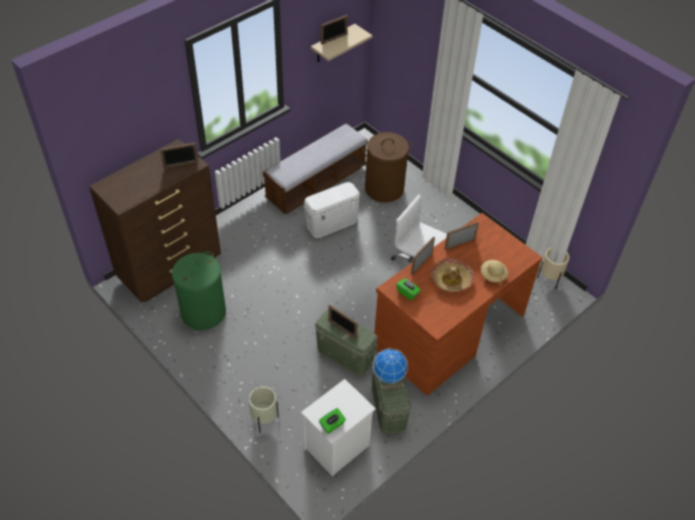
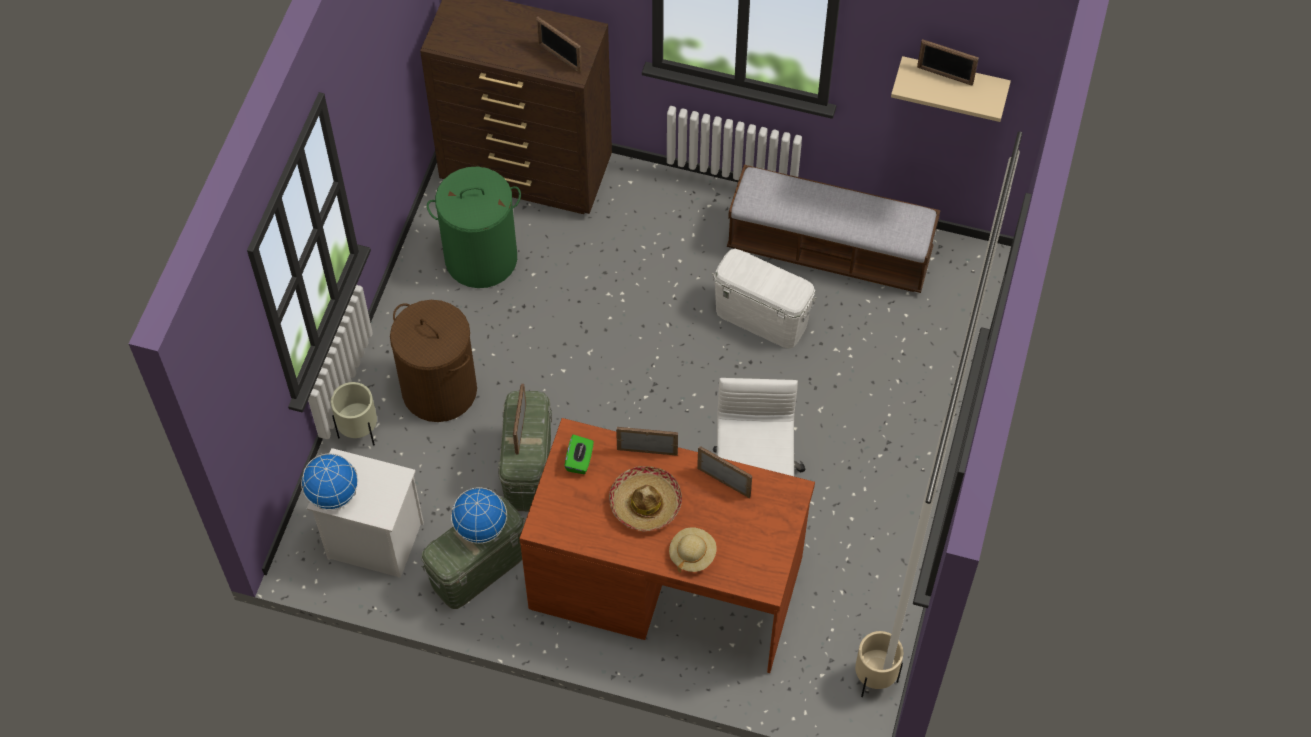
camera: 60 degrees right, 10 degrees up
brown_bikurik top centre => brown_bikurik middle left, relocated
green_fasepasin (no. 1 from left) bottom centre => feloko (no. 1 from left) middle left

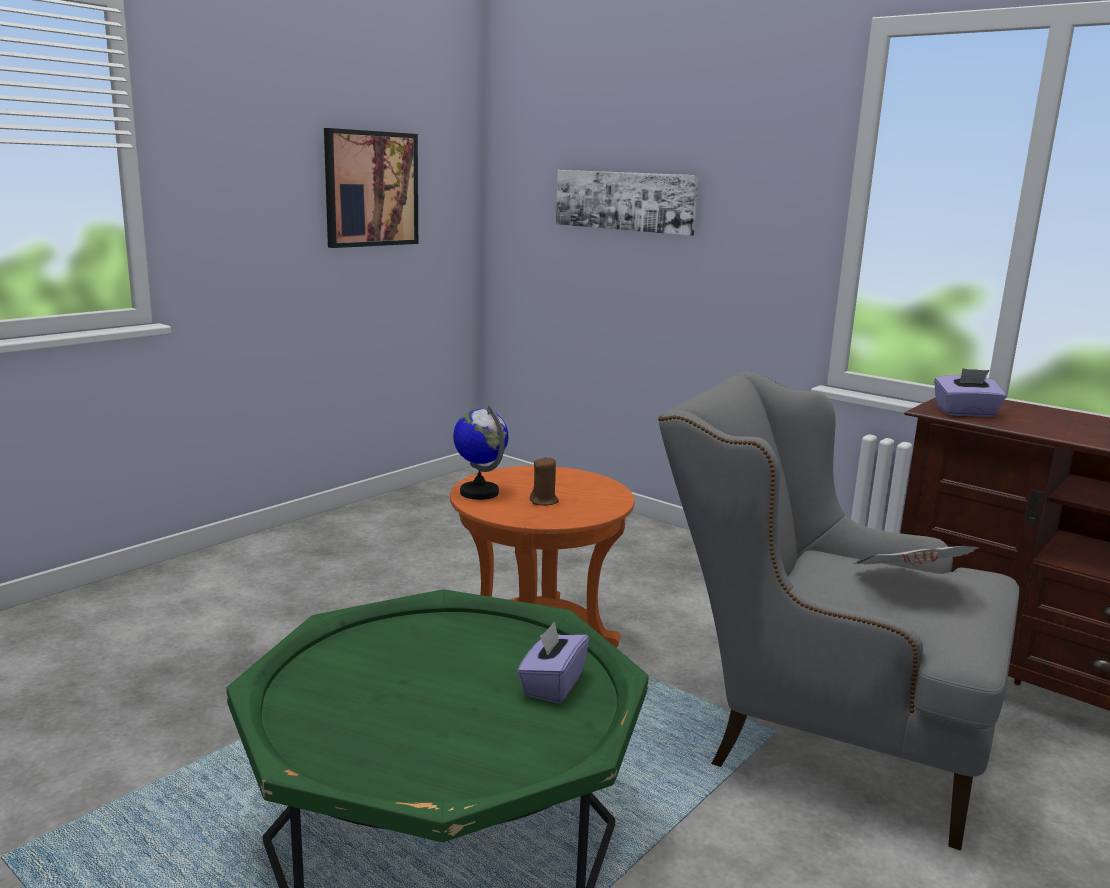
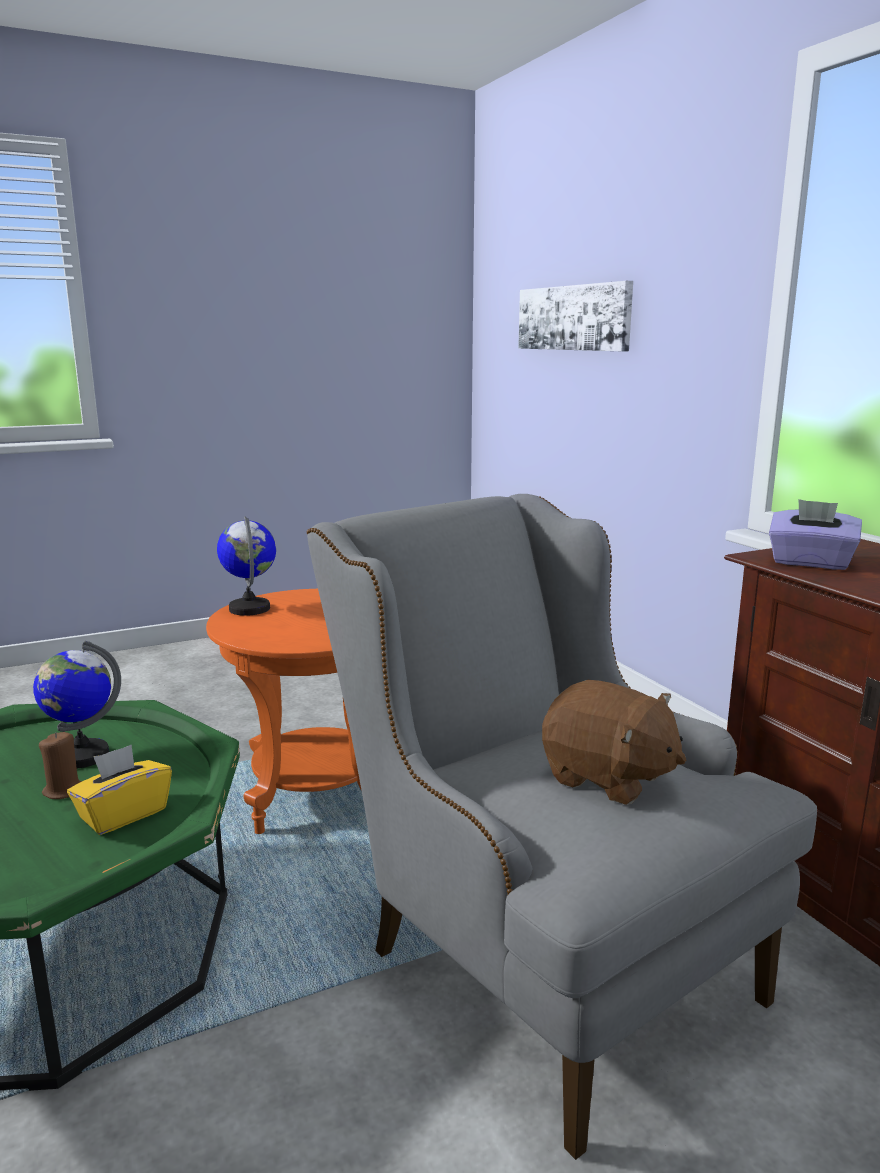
camera: 25 degrees right, 0 degrees up
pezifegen (no. 1 from left) top centre => nothing
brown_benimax centre => brown_benimax middle left, relocated
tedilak middle right => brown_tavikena middle right
purple_fasepasin (no. 1 from left) bottom centre => yellow_fasepasin bottom left
nothing => feloko (no. 1 from left) middle left

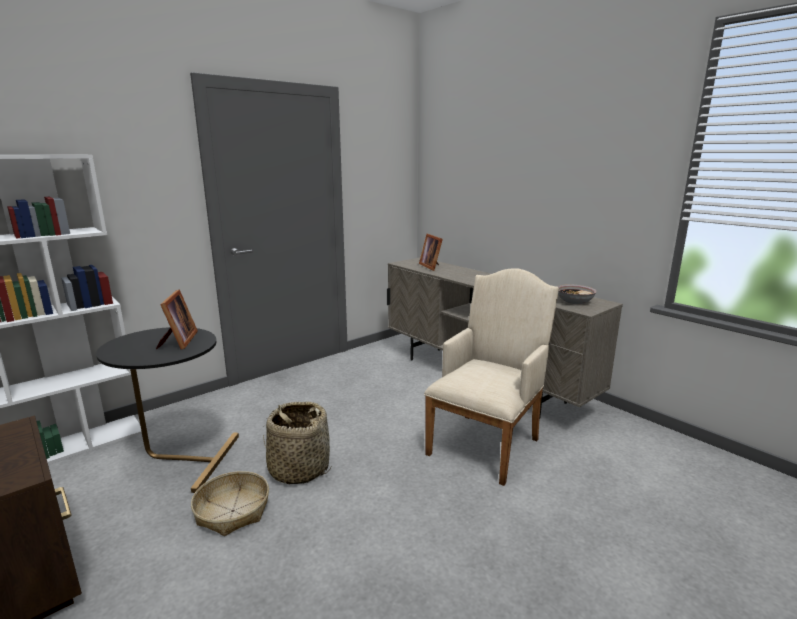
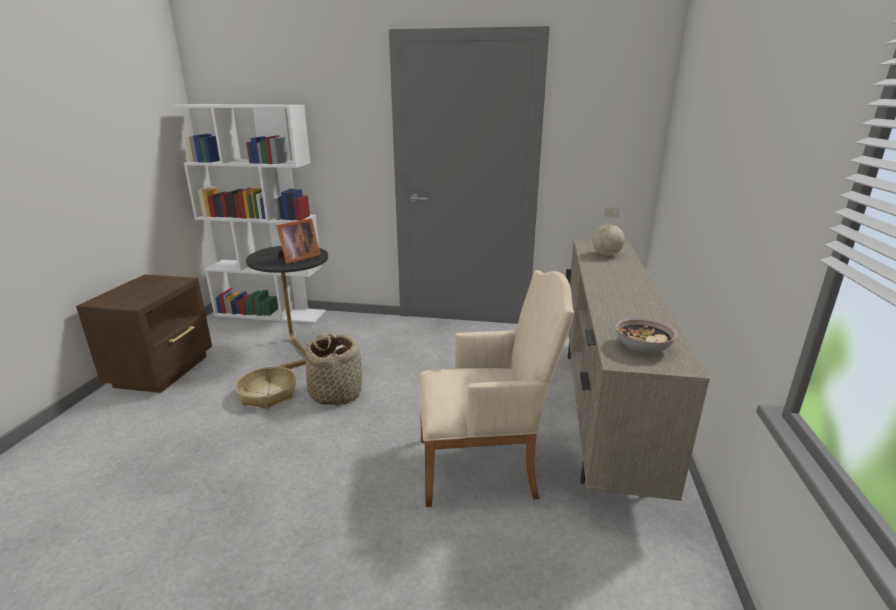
camera: 50 degrees right, 5 degrees up
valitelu (no. 2 from left) centre => feloko middle right

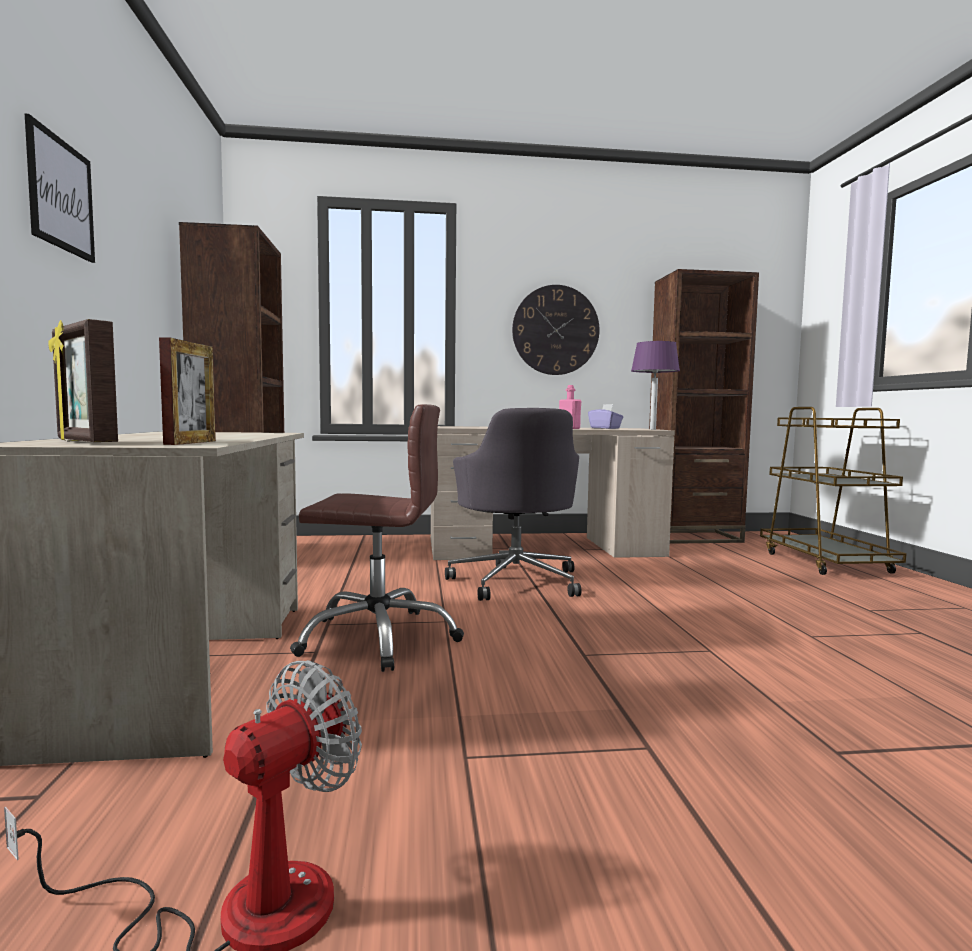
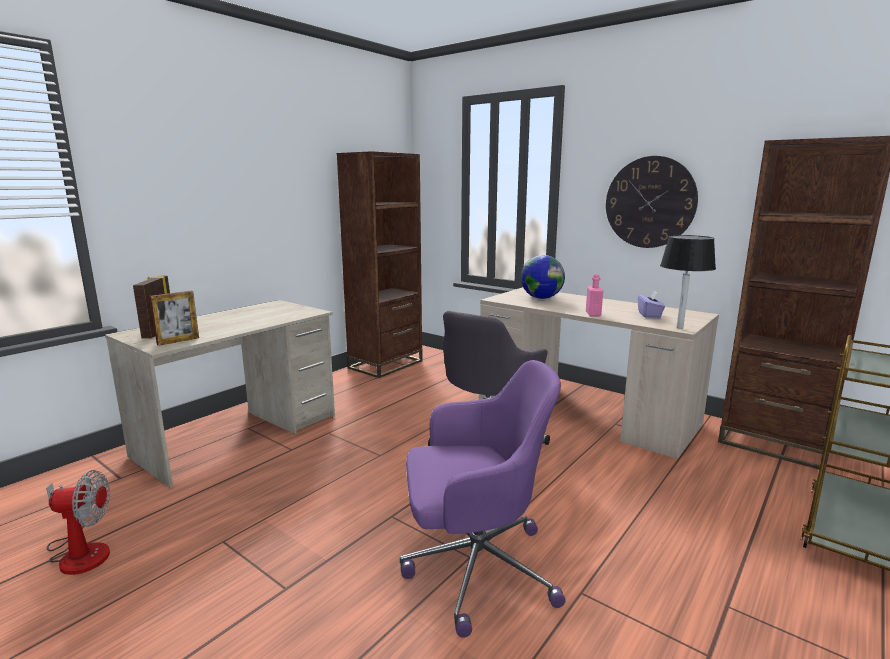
camera: 45 degrees right, 10 degrees up
pezifegen top left => nothing
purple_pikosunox middle right => black_pikosunox middle right
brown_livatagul centre => nothing
nothing => feloko centre
nothing => purple_livatagul bottom centre

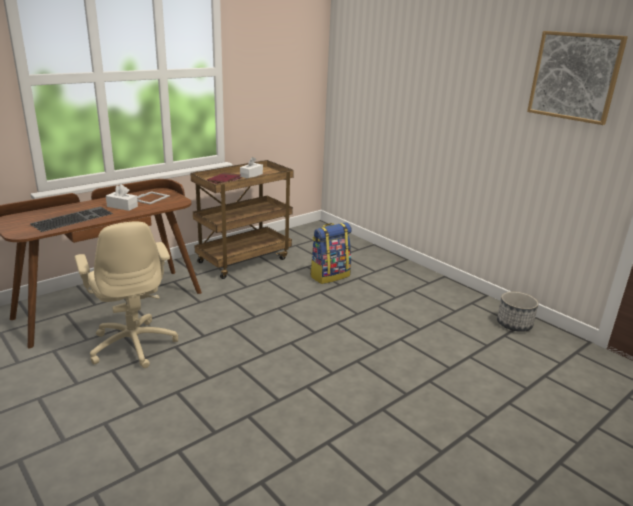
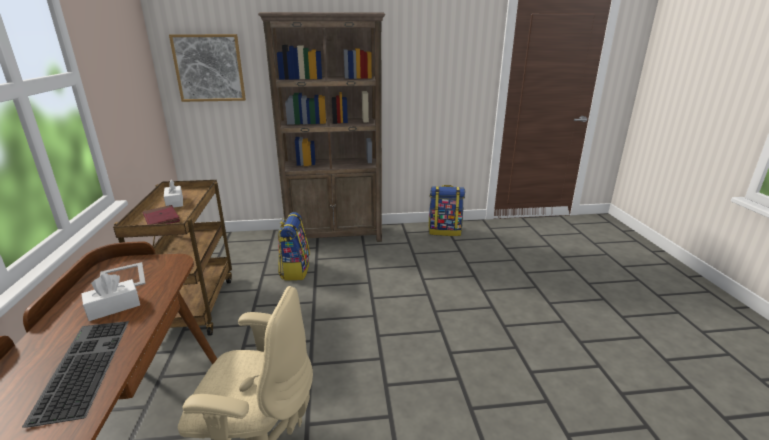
camera: 55 degrees left, 0 degrees up
pezifegen top right => pezifegen top left, relocated
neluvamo middle right => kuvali (no. 2 from left) centre
nothing => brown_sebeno top centre

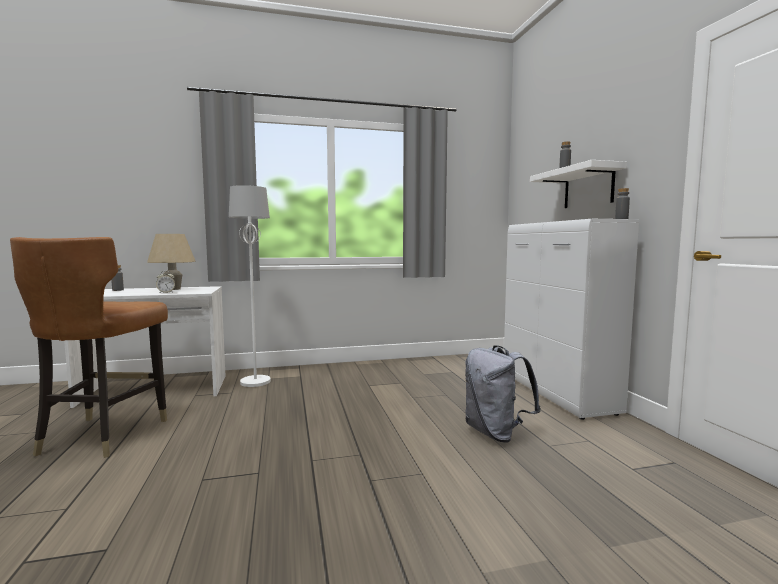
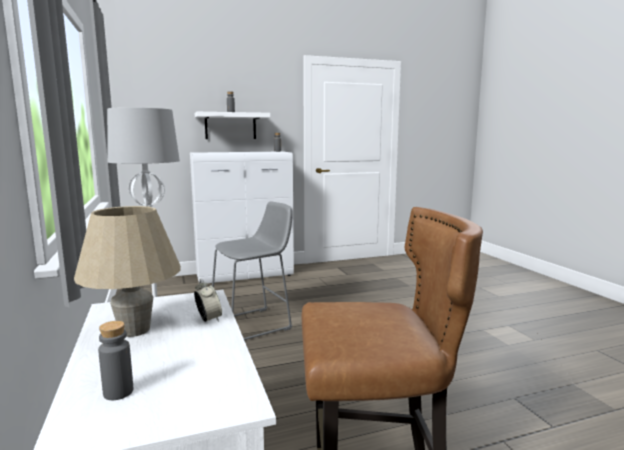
camera: 95 degrees left, 5 degrees up
grey_kuvali bottom centre => nothing
nothing => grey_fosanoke centre

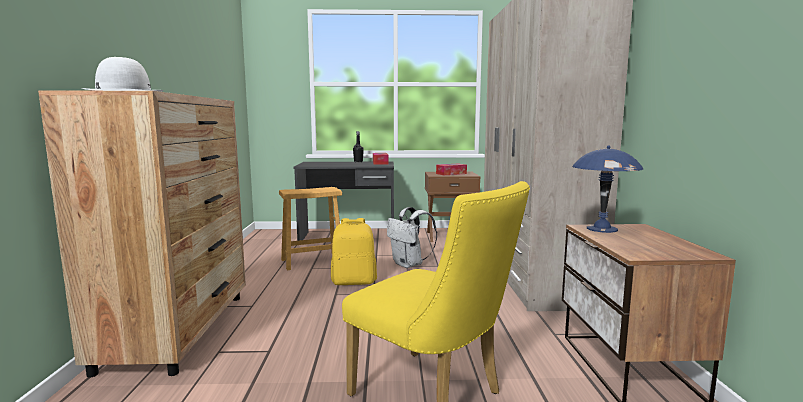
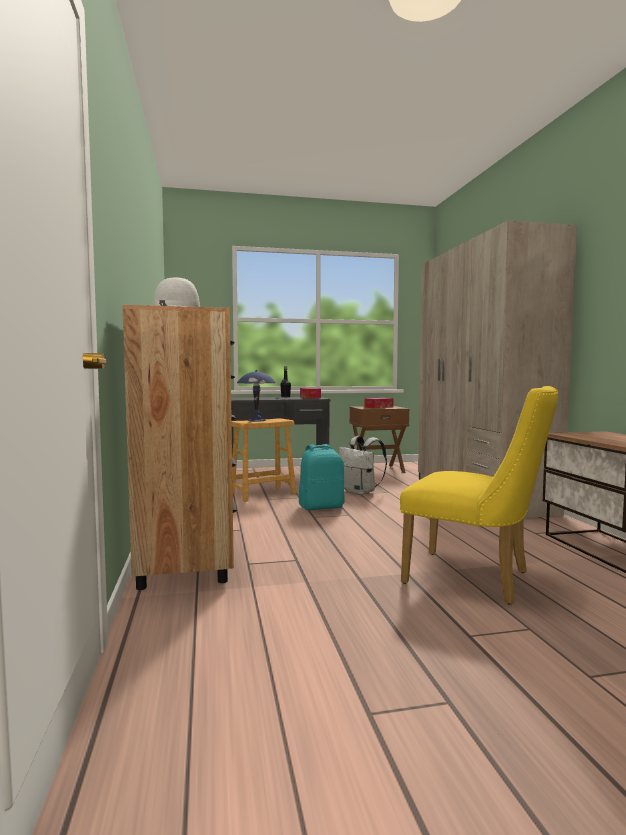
camera: 10 degrees left, 5 degrees down
blue_pikosunox middle right => blue_pikosunox centre, relocated
yellow_kuvali centre => turquoise_kuvali centre

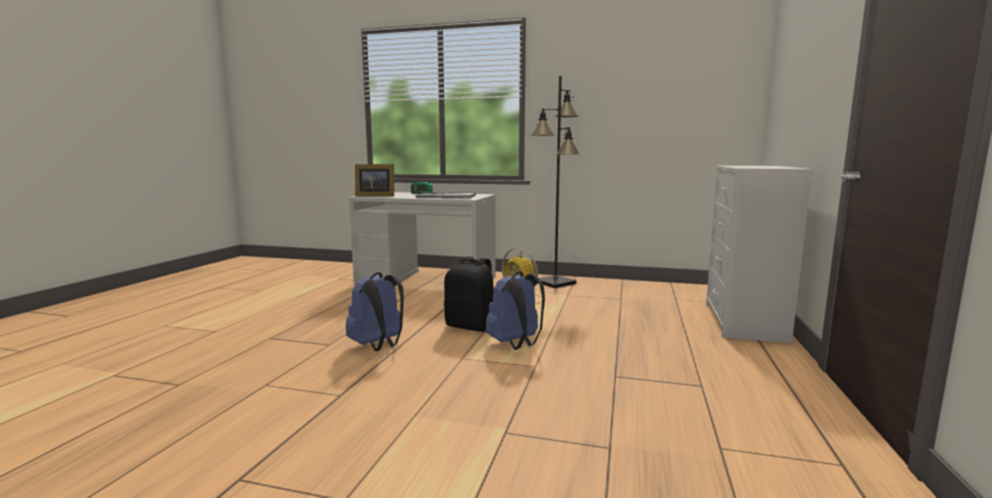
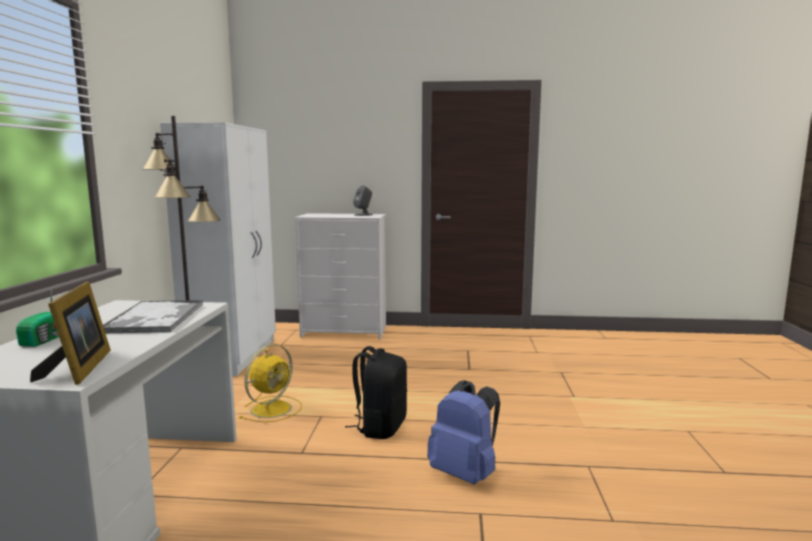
camera: 100 degrees left, 0 degrees up
blue_kuvali (no. 2 from left) centre => nothing
nothing => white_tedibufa middle left
nothing => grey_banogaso centre

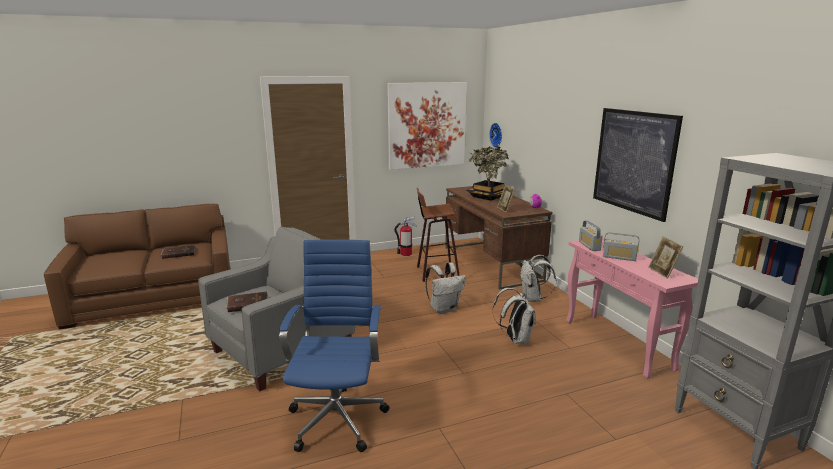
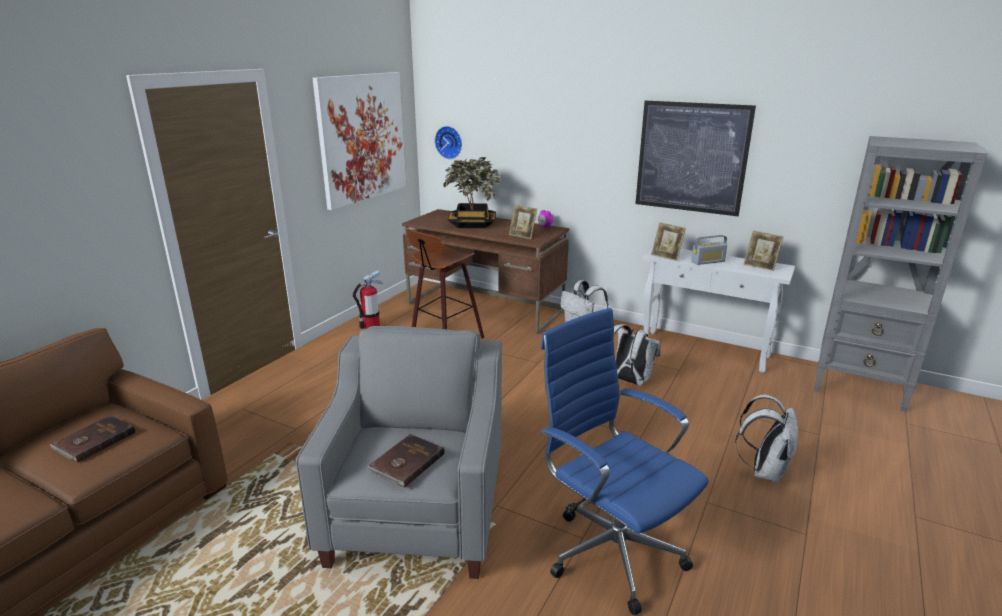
camera: 40 degrees left, 5 degrees up
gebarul (no. 1 from left) middle right => valitelu (no. 2 from left) middle right
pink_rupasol middle right => white_rupasol middle right
white_kuvali (no. 1 from left in the first image) centre => white_kuvali (no. 3 from left) bottom right, relocated

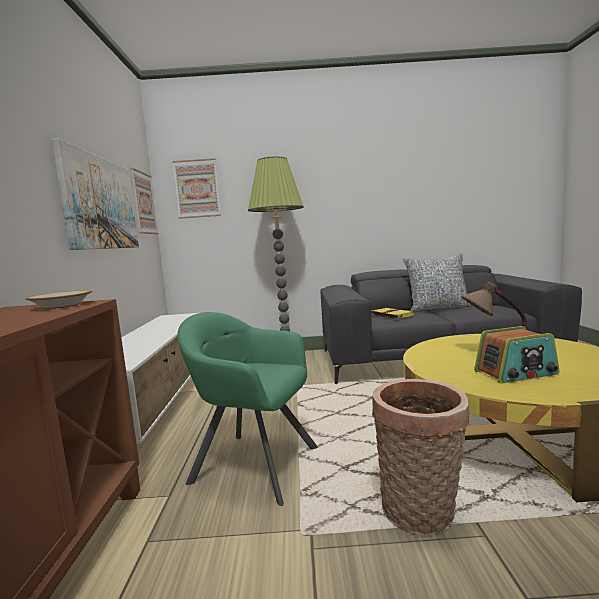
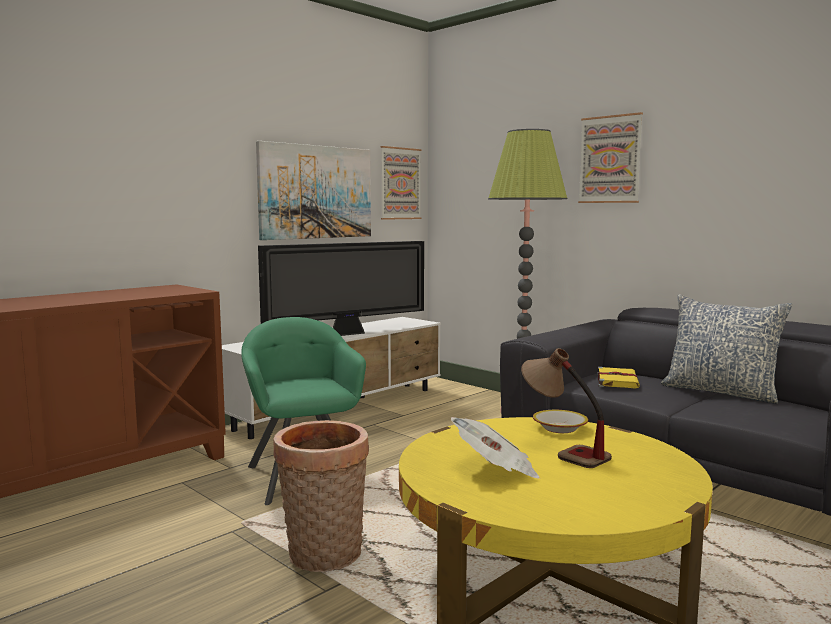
camera: 45 degrees right, 0 degrees up
pezifegen (no. 3 from left) top left => pezifegen (no. 3 from left) top right, relocated
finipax middle left => finipax bottom right, relocated
gebarul middle right => tedilak bottom centre
nothing => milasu centre

